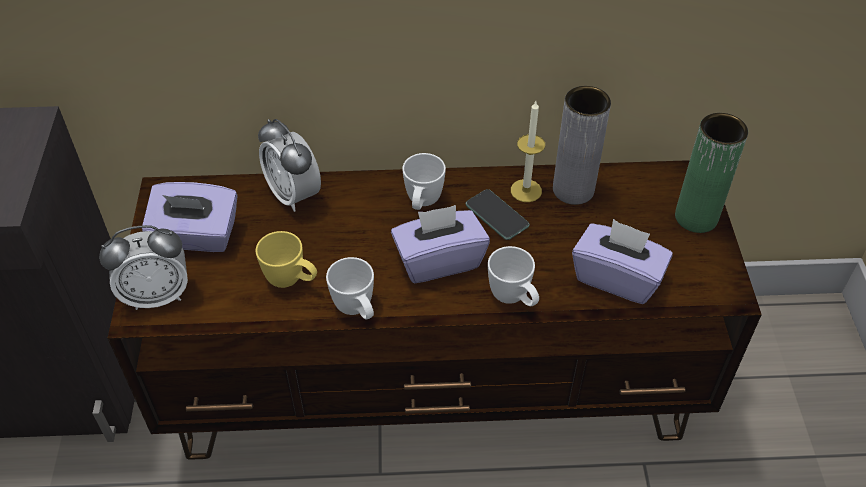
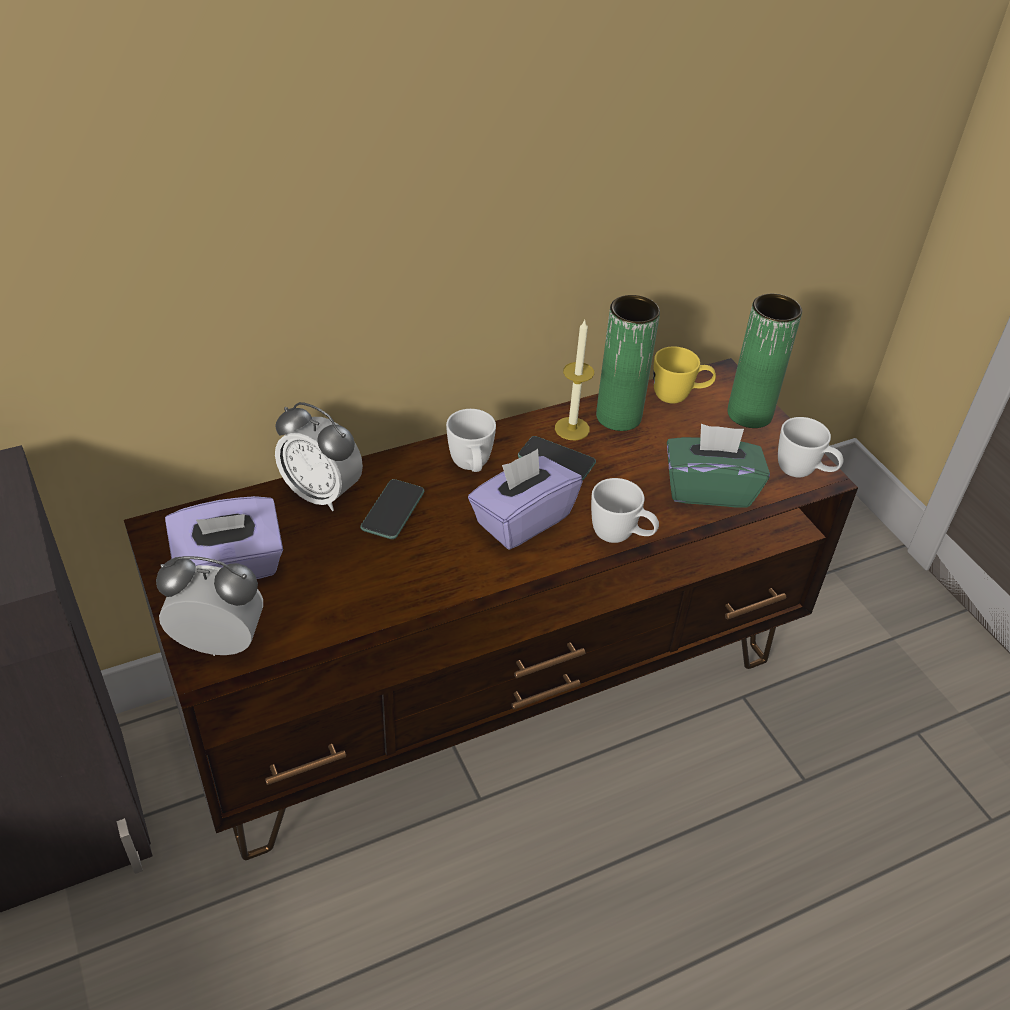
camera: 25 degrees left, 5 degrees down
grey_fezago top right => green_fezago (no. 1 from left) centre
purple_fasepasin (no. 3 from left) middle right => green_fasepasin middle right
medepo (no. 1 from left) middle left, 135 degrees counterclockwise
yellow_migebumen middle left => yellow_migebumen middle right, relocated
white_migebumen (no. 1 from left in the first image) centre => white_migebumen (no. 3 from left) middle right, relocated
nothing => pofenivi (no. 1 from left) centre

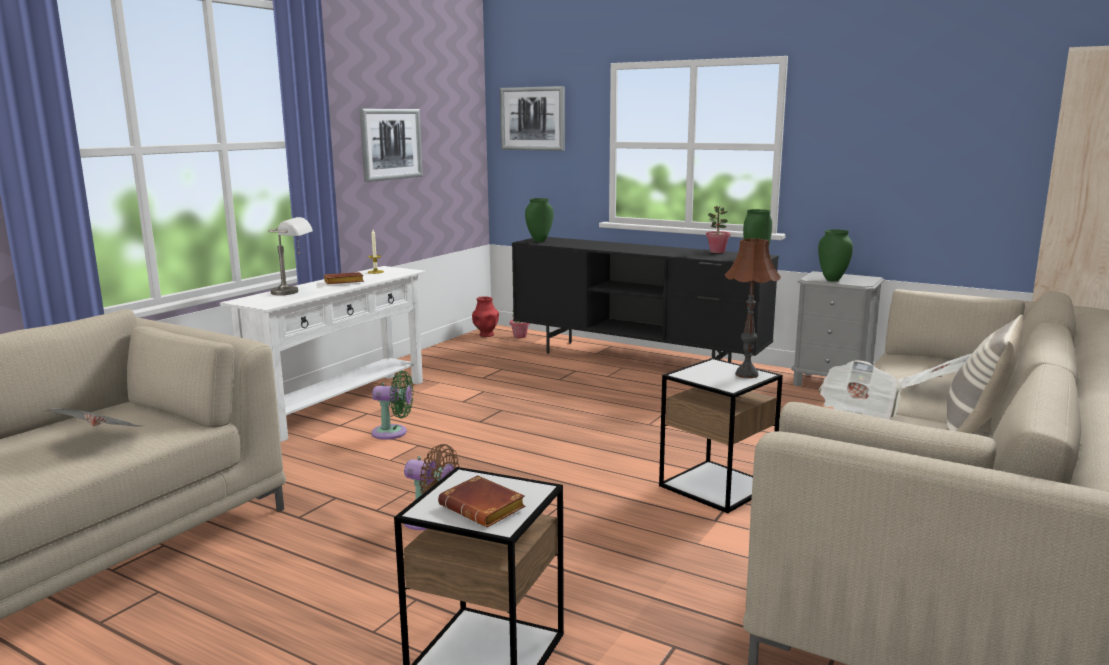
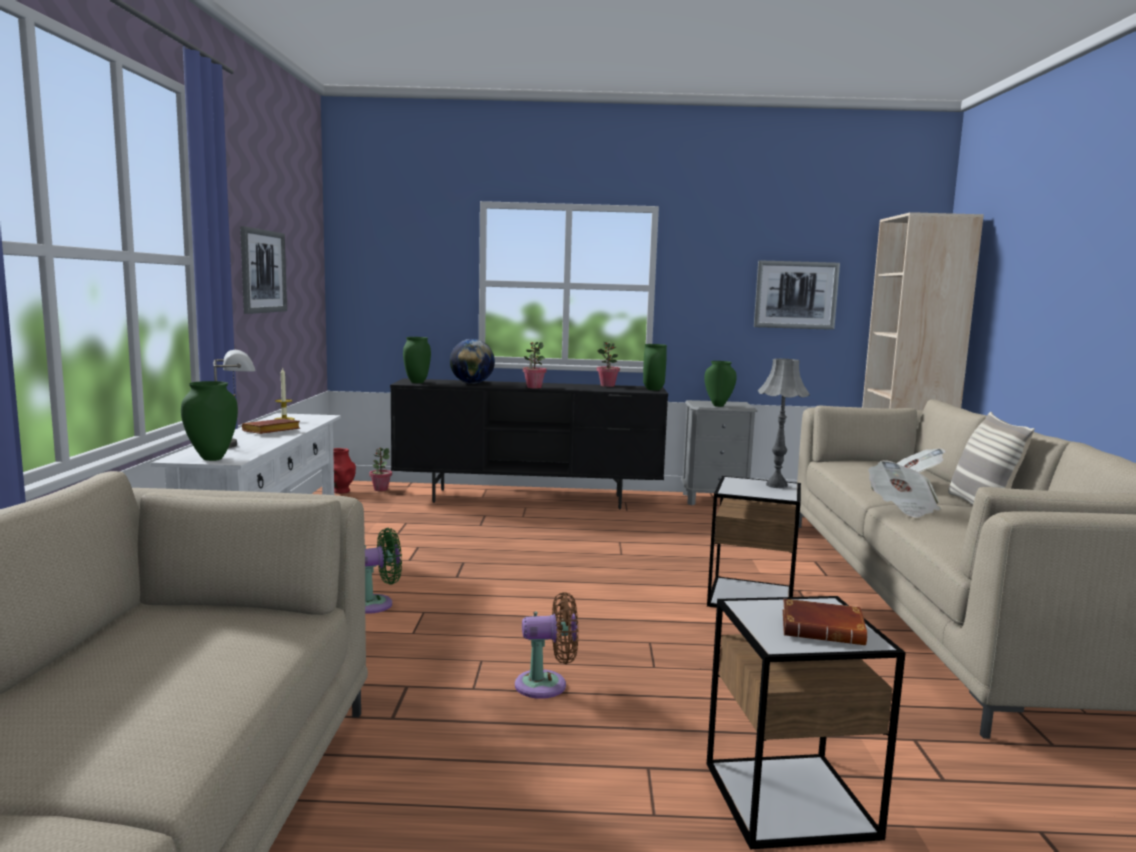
camera: 30 degrees left, 5 degrees down
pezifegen (no. 2 from left) top centre => pezifegen (no. 2 from left) middle right, relocated
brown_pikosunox middle right => grey_pikosunox (no. 2 from left) middle right
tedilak (no. 1 from left) middle left => nothing
nothing => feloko centre
nothing => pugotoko (no. 2 from left) centre
nothing => green_fezago (no. 1 from left) middle left

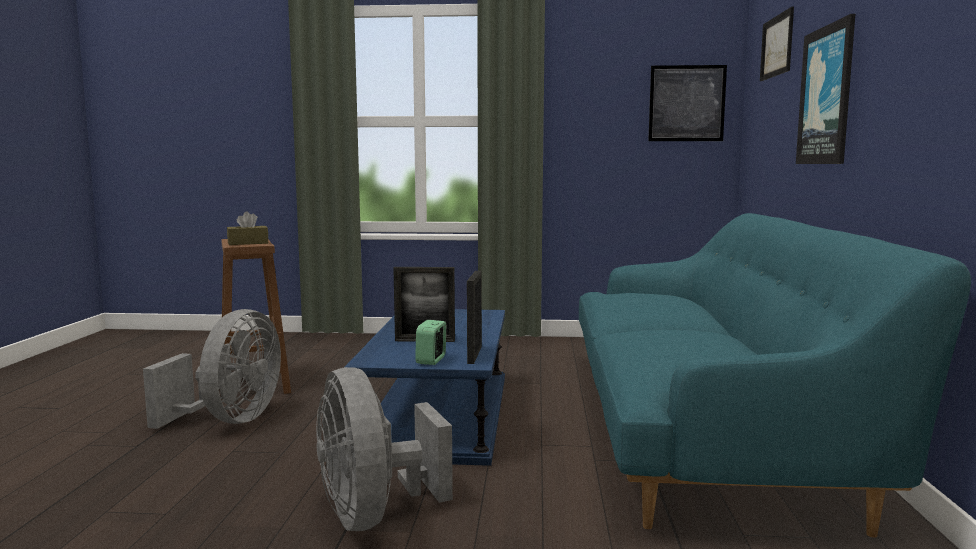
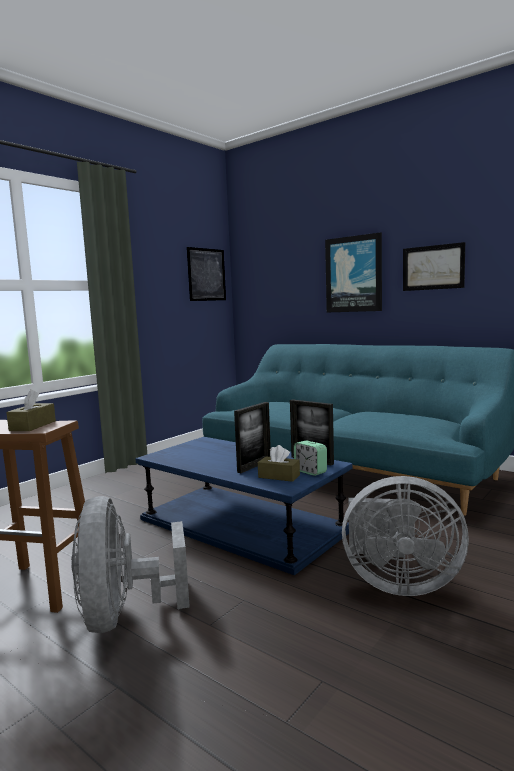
camera: 55 degrees left, 0 degrees up
pezifegen (no. 2 from left in the first image) top right => pezifegen (no. 3 from left) middle right, relocated
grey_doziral (no. 1 from left) bottom left, 150 degrees counterclockwise
nothing => brown_fasepasin (no. 2 from left) centre

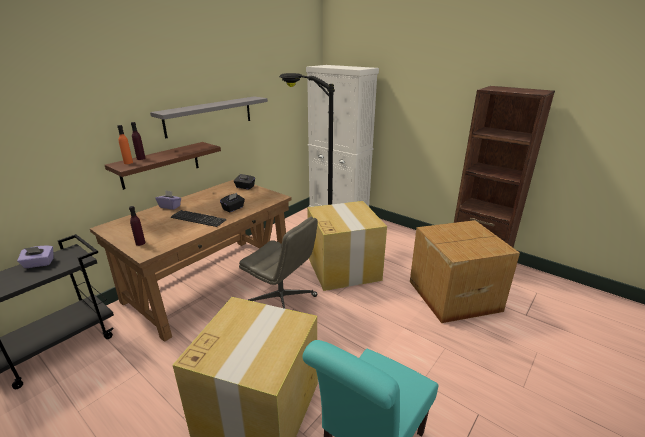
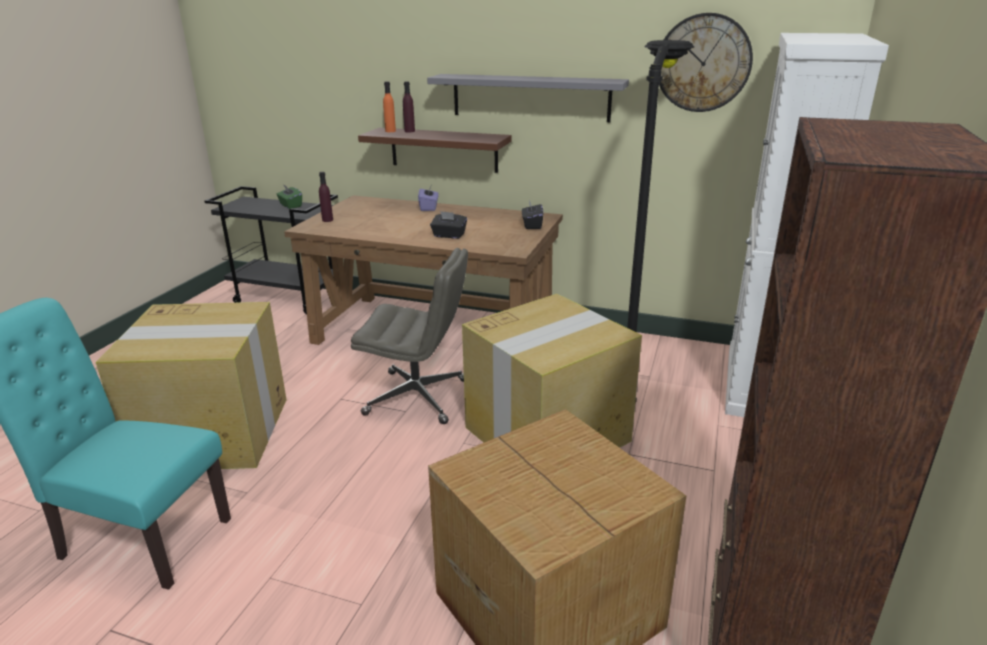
camera: 70 degrees right, 0 degrees up
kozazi middle left => nothing
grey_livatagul centre, 90 degrees counterclockwise
purple_fasepasin (no. 1 from left) middle left => green_fasepasin top left
nothing => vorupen top right

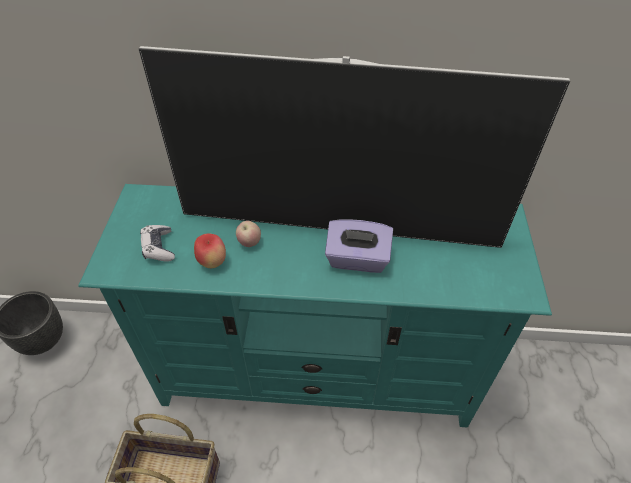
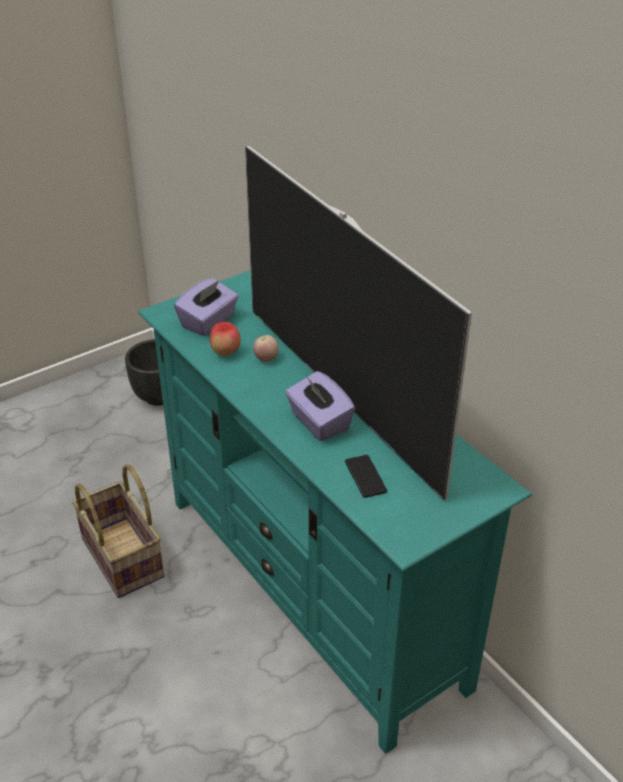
camera: 50 degrees right, 10 degrees down
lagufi middle left => purple_fasepasin (no. 1 from left) middle left
nothing => pofenivi centre

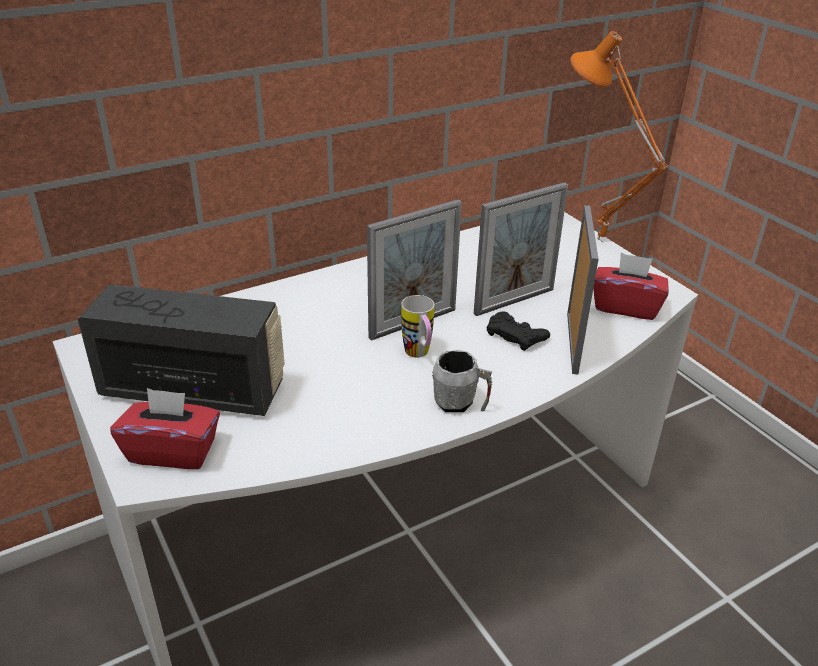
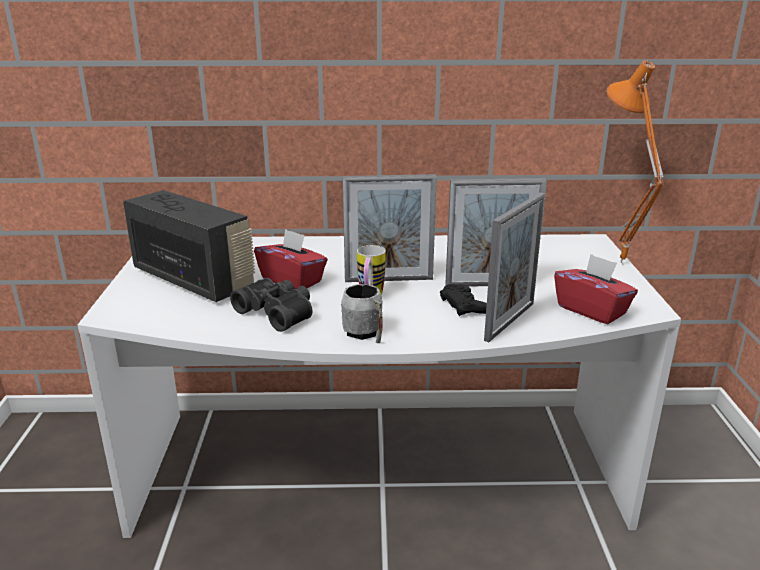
camera: 30 degrees right, 10 degrees down
red_fasepasin (no. 1 from left) middle left => red_fasepasin (no. 1 from left) centre, relocated
nothing => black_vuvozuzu centre

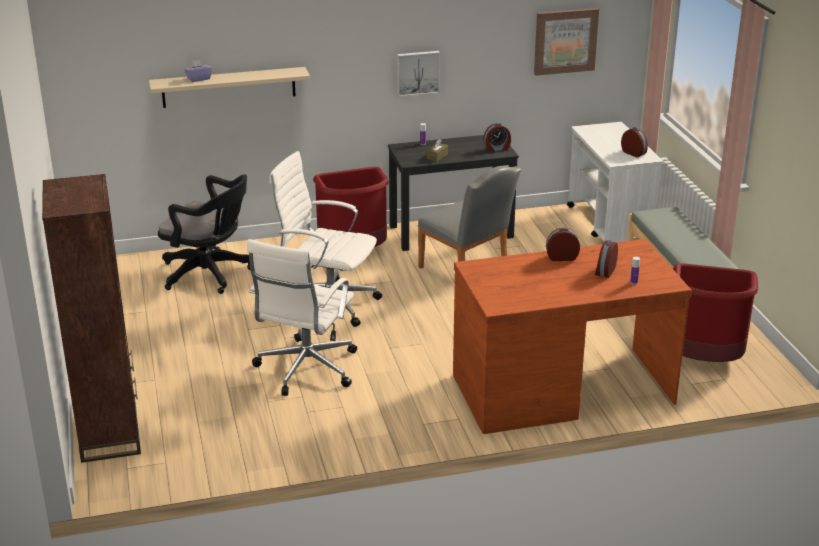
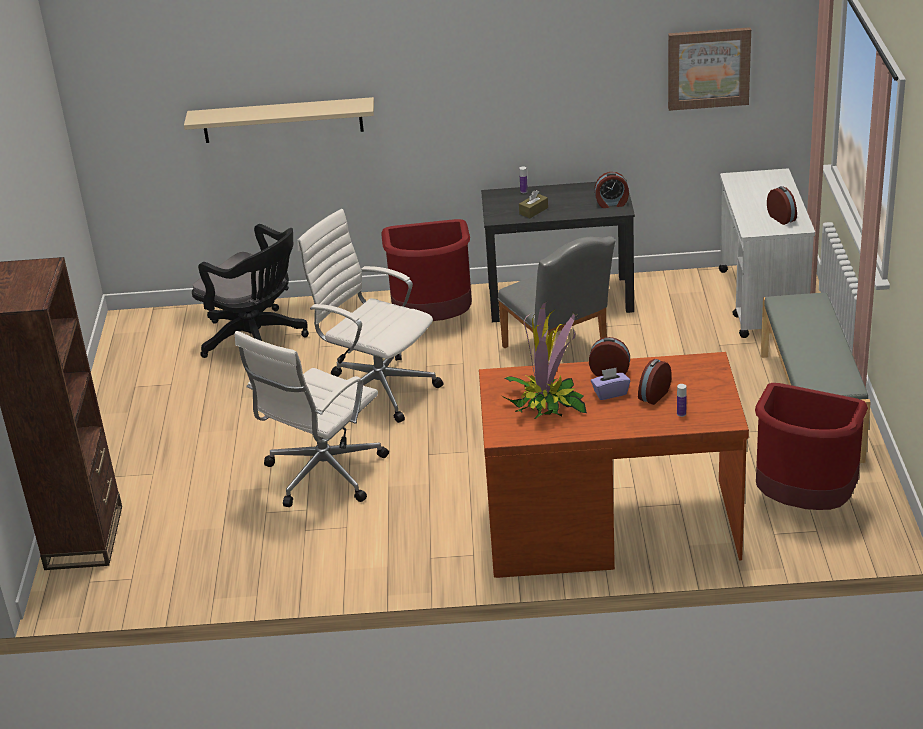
camera: 15 degrees right, 5 degrees up
pezifegen (no. 1 from left) top centre => nothing
purple_fasepasin top left => purple_fasepasin centre, relocated
nothing => pugotoko centre

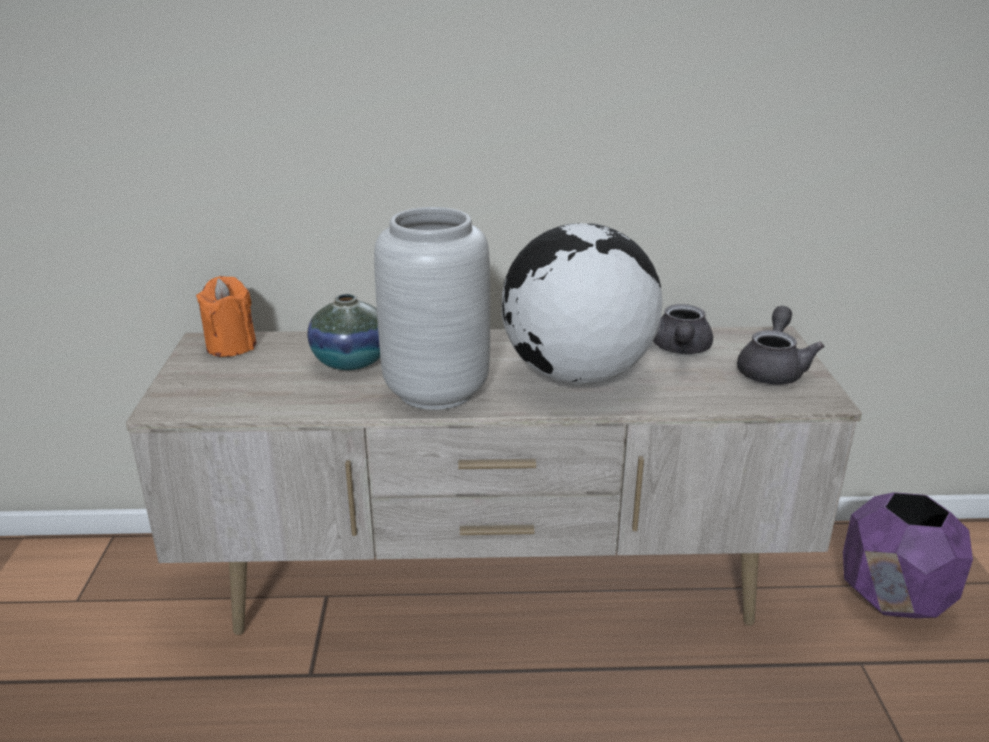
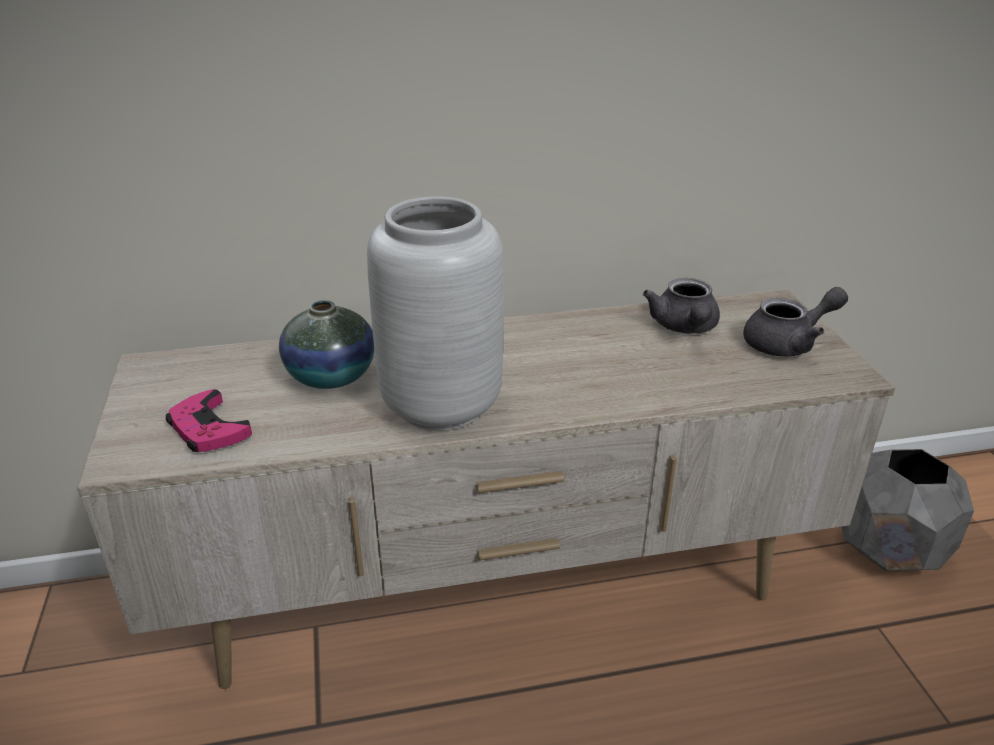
camera: 10 degrees left, 5 degrees up
feloko centre => nothing
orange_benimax middle left => nothing
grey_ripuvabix (no. 2 from left) middle right, 60 degrees clockwise
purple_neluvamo bottom right => grey_neluvamo bottom right
nothing => pink_lagufi middle left

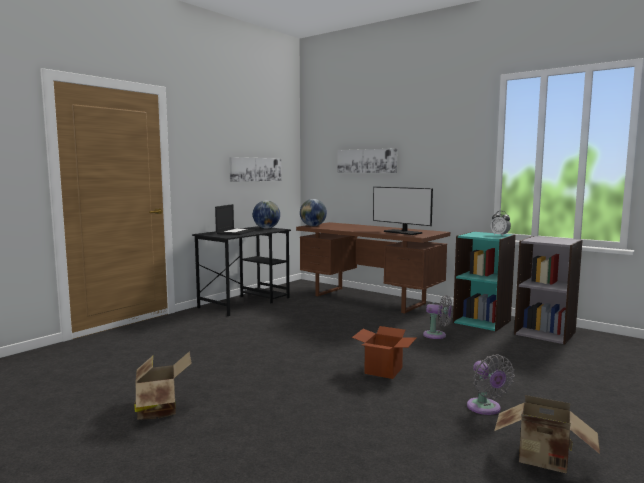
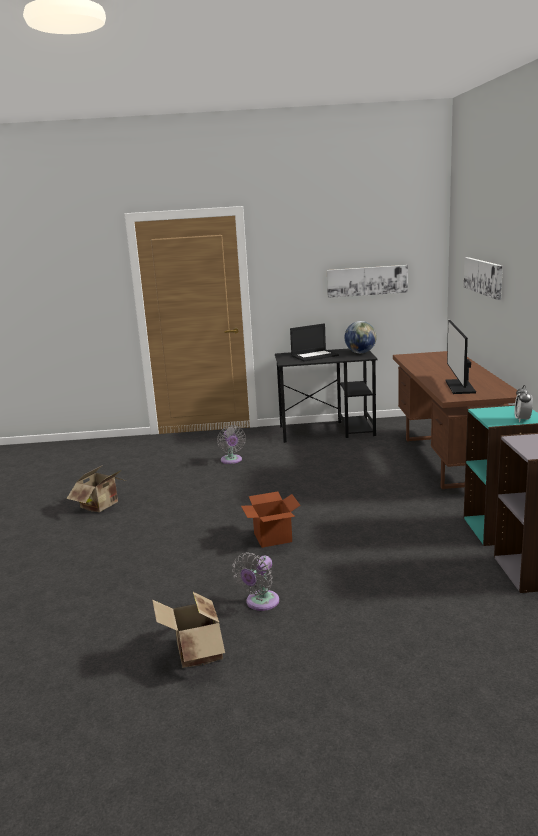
camera: 50 degrees right, 10 degrees up
feloko (no. 2 from left) centre => nothing
grey_doziral (no. 1 from left) middle right => grey_doziral (no. 1 from left) centre, relocated

